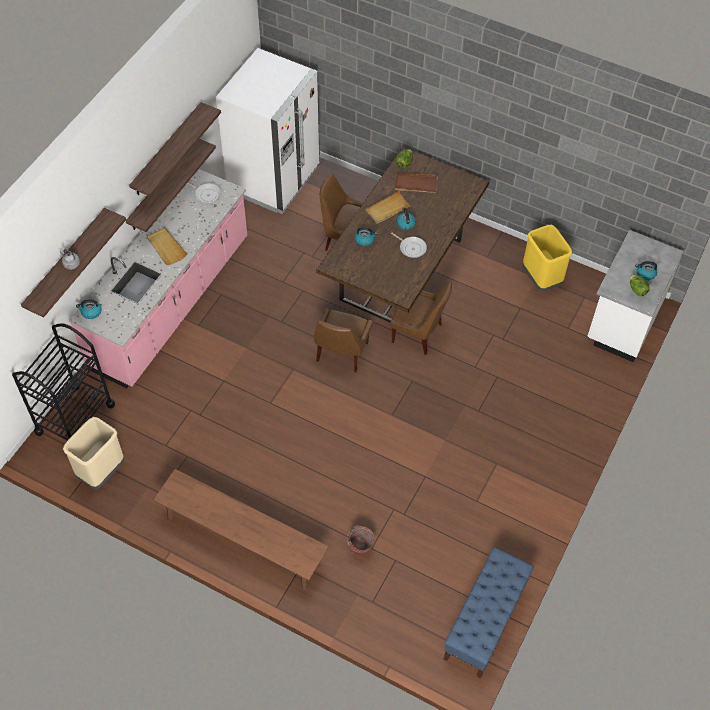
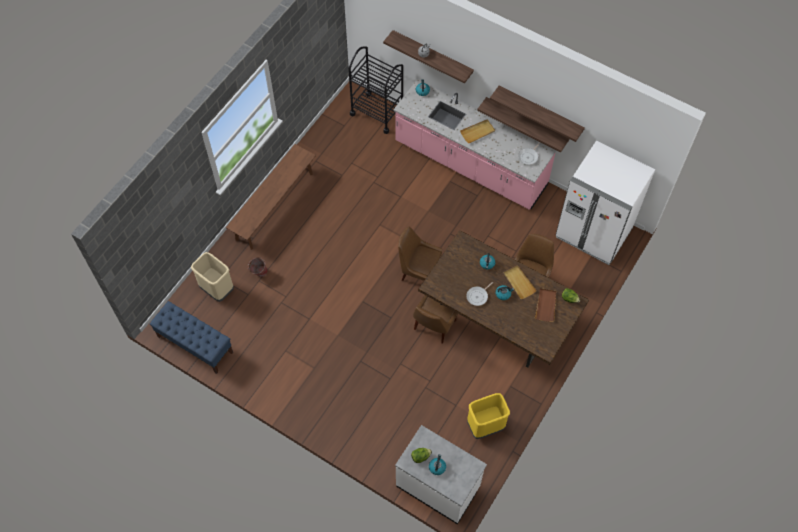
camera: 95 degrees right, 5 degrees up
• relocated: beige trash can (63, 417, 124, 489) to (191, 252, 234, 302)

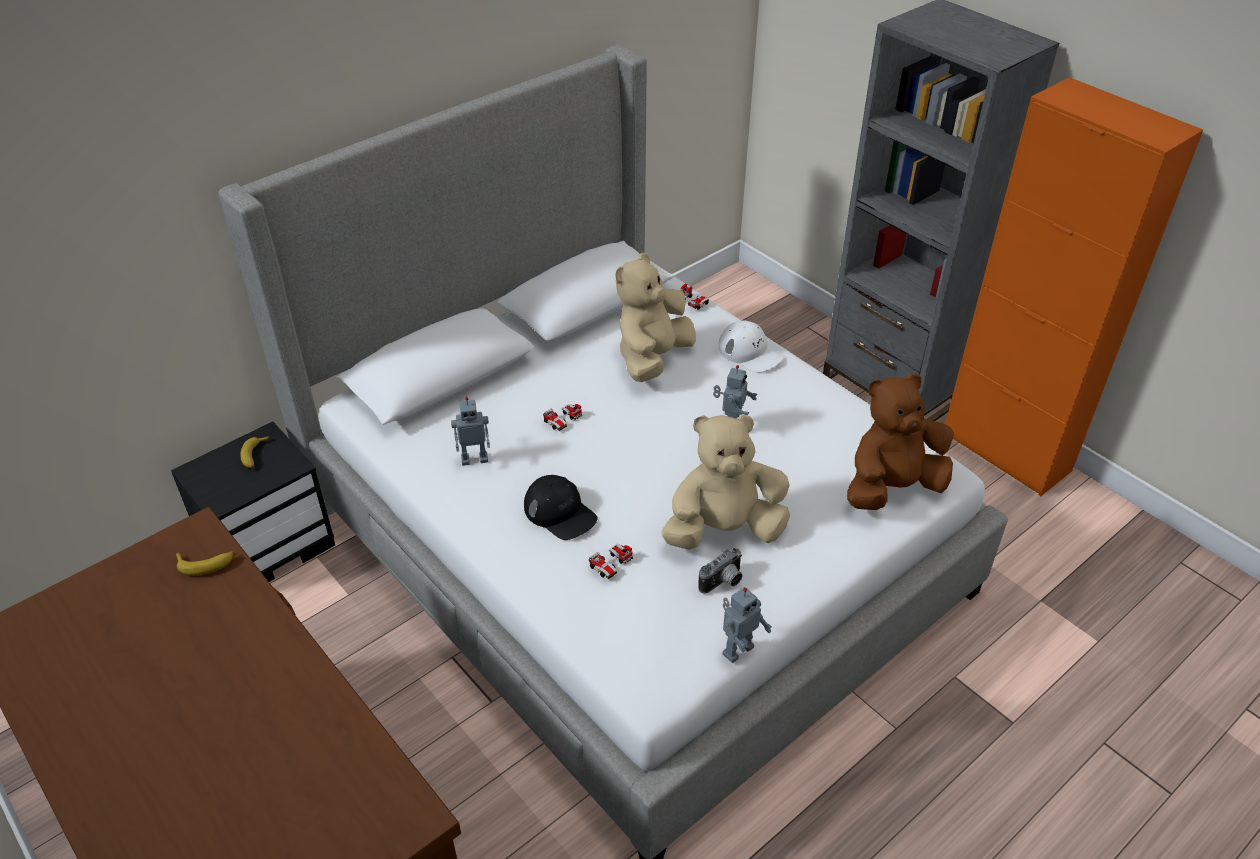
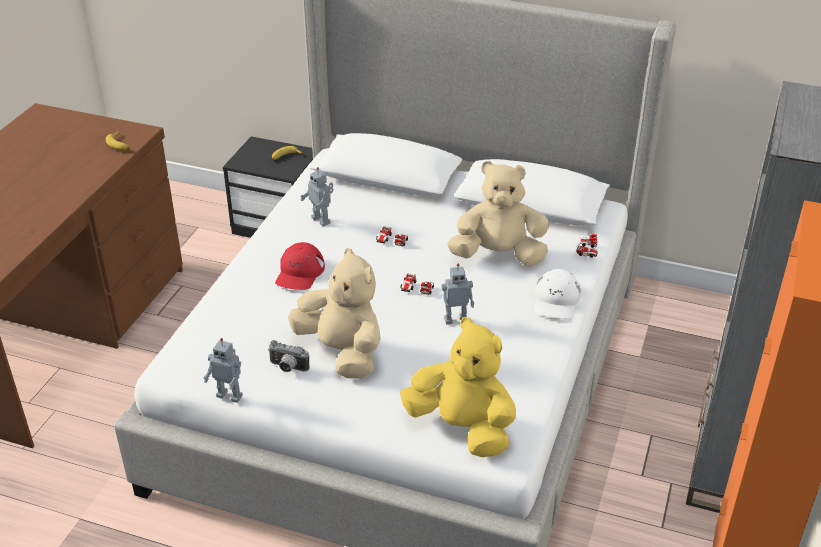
camera: 60 degrees right, 5 degrees down
• colour: black cap (524, 475, 598, 540) to red cap (275, 242, 325, 290)
• relocated: toy car (589, 544, 633, 579) to (401, 273, 434, 295)
• colour: brown plush toy (847, 373, 954, 510) to yellow plush toy (400, 317, 516, 457)

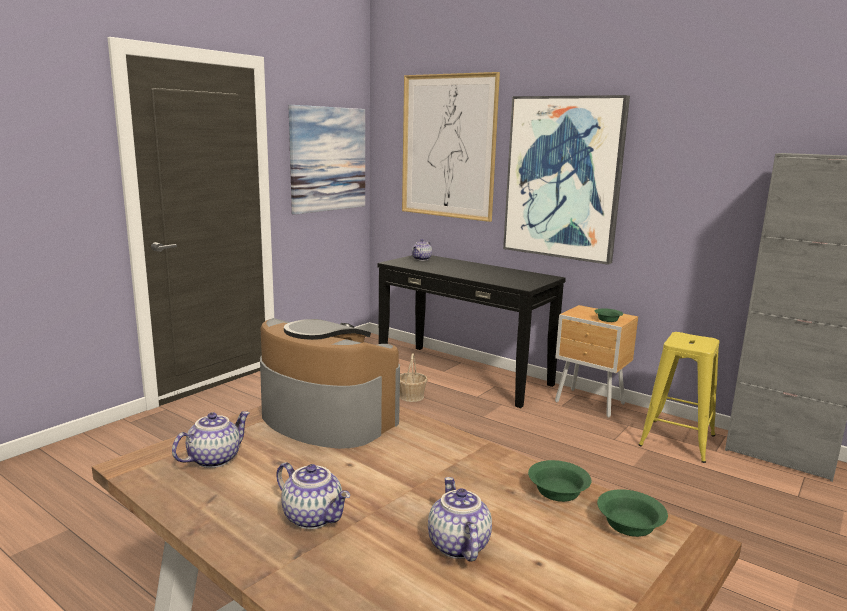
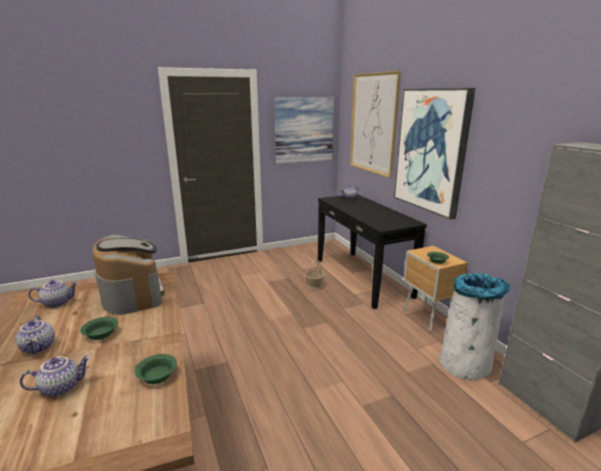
camera: 30 degrees right, 5 degrees up
• spun: teapot (428, 477, 492, 562) = (20, 356, 91, 397) 45 degrees clockwise
• relocated: green bowl (597, 489, 668, 537) to (80, 317, 118, 340)
• exchanged: yellow stool (639, 332, 719, 463) to white trash can (440, 273, 511, 380)

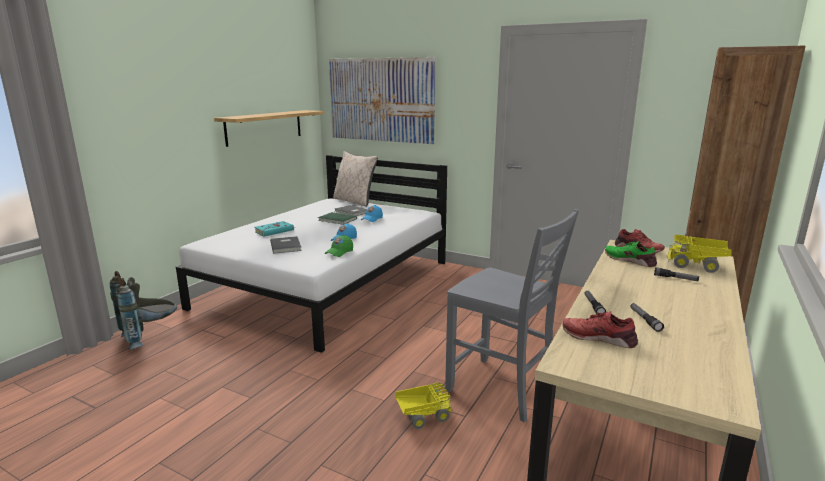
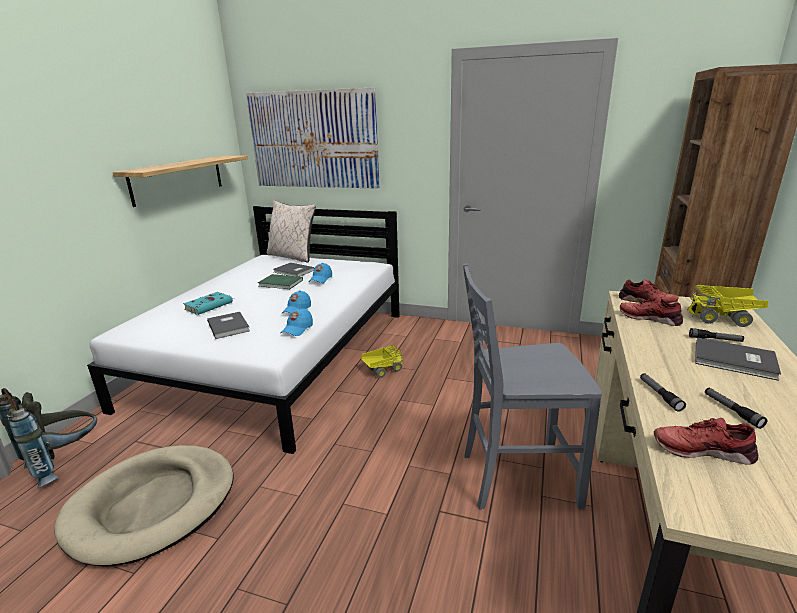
camera: 10 degrees left, 5 degrees up
• colour: green cap (324, 235, 353, 257) to blue cap (281, 308, 313, 336)
• relocated: toy truck (395, 383, 452, 429) to (361, 345, 403, 378)
• spun: grey chair (445, 209, 579, 422) = (463, 263, 602, 509) 150 degrees clockwise
• colour: green shoe (605, 241, 657, 267) to red shoe (620, 297, 683, 326)
• appeared: beige dog bed (54, 445, 234, 566)
• appeared: grey book (695, 337, 781, 381)

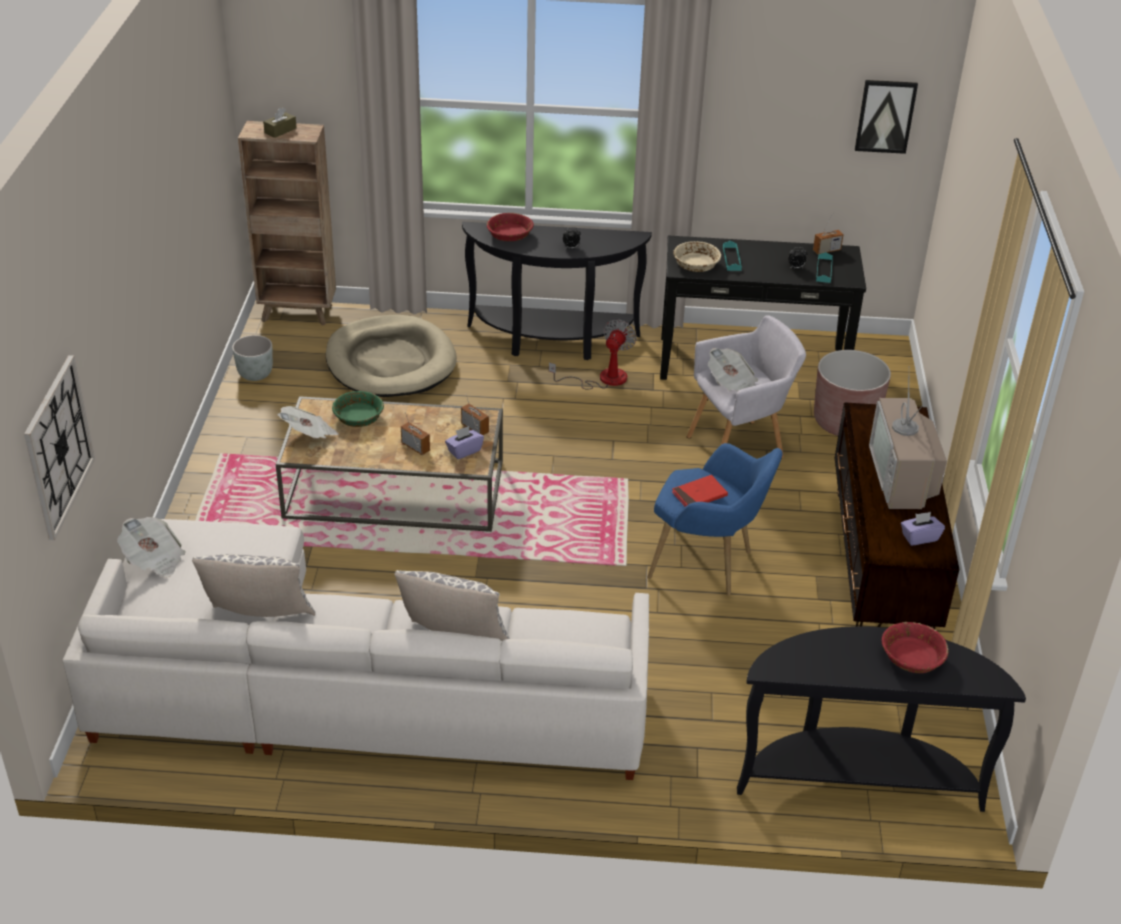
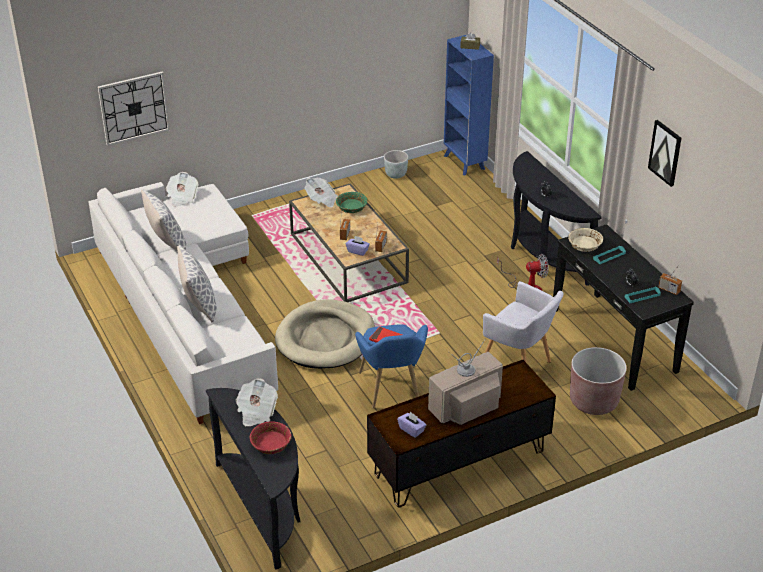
camera: 60 degrees right, 0 degrees up
• colour: brown bookcase (238, 121, 336, 326) to blue bookcase (444, 34, 494, 175)
• relocated: beige dog bed (326, 315, 457, 397) to (275, 299, 375, 369)
• missing: red bowl (487, 213, 534, 241)
• relocated: newspaper (708, 348, 758, 392) to (236, 379, 278, 426)
• relocated: picture (855, 80, 918, 154) to (648, 120, 682, 187)

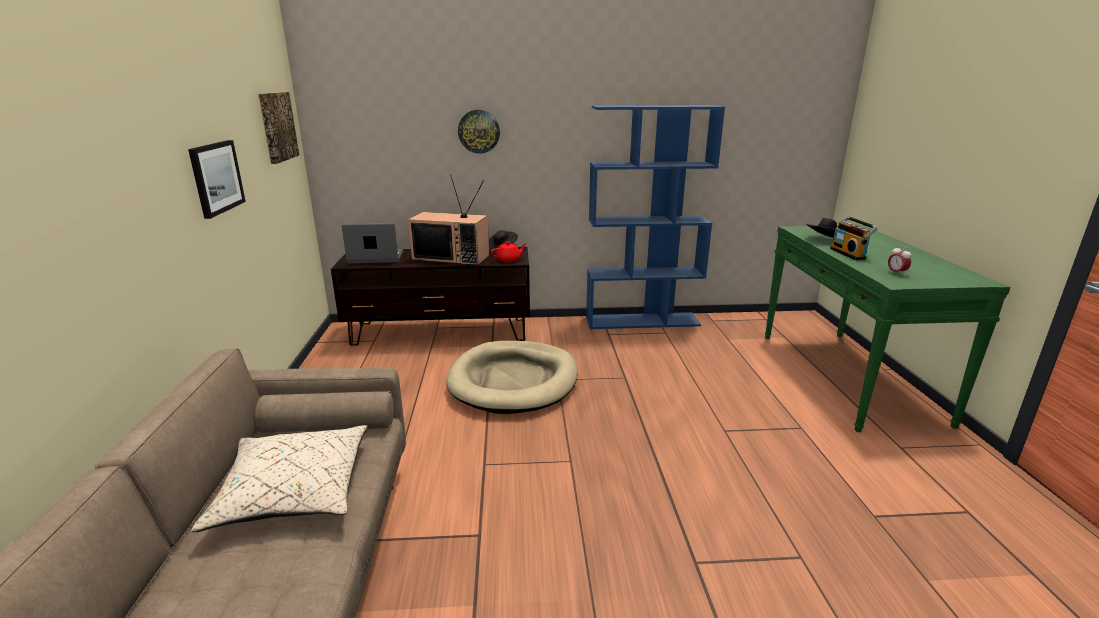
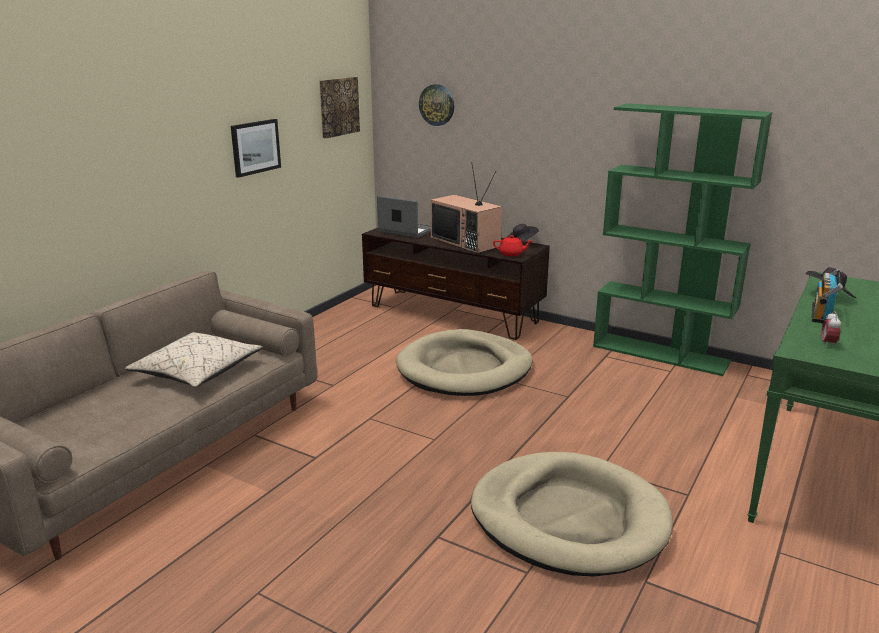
camera: 35 degrees right, 0 degrees up
• relocated: wall clock (458, 110, 500, 154) to (419, 84, 454, 126)
• colour: blue bookcase (586, 105, 725, 329) to green bookcase (593, 103, 772, 376)
• appeared: beige dog bed (471, 452, 673, 577)

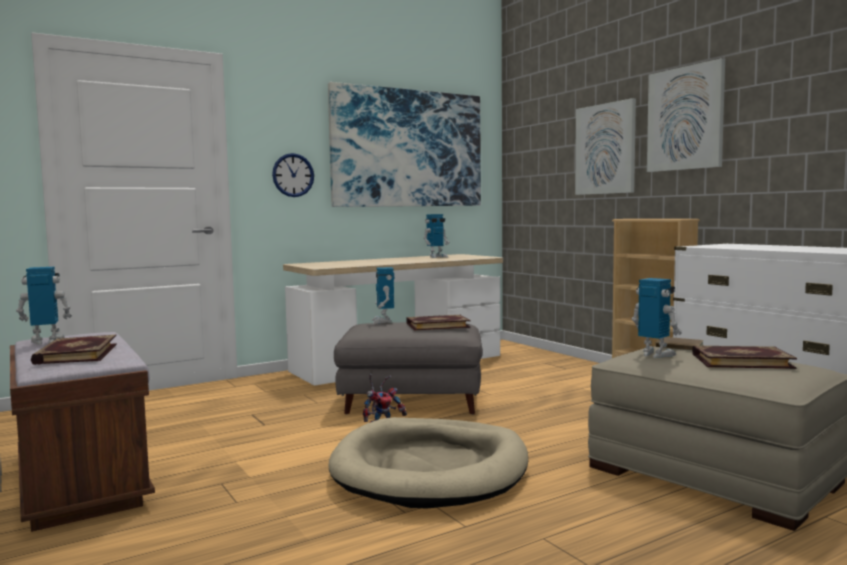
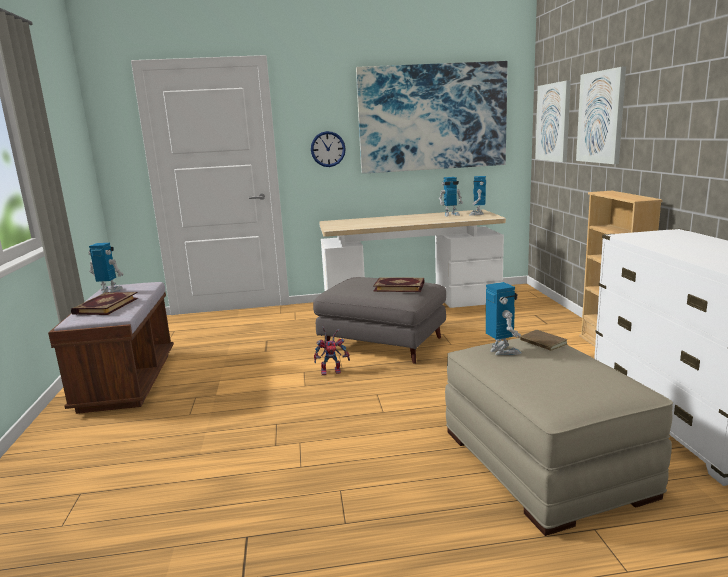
camera: 25 degrees right, 10 degrees up
• missing: beige dog bed (329, 417, 528, 509)
• relocated: toy robot (371, 267, 394, 324) to (470, 176, 486, 216)
• relocated: picture (647, 58, 725, 172) to (535, 80, 571, 162)
• missing: book (692, 346, 797, 369)

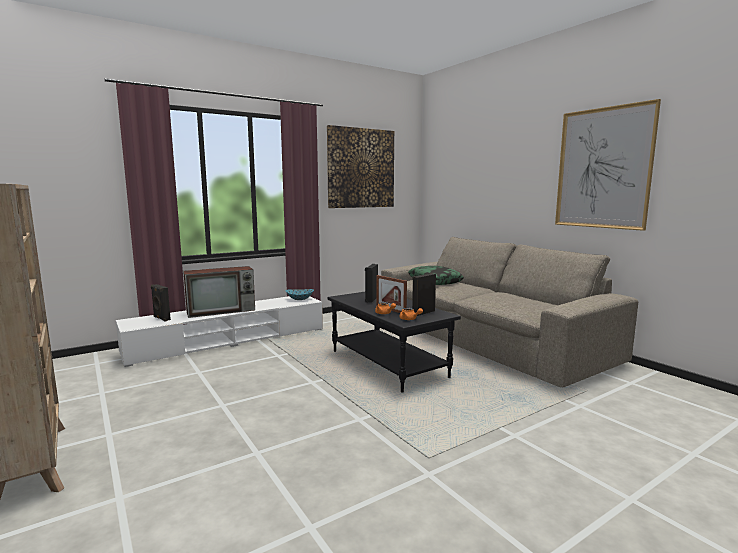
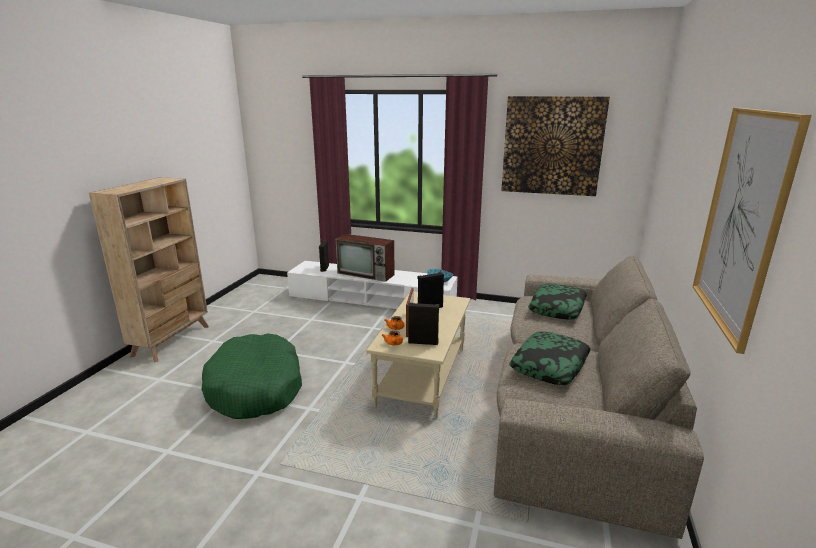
camera: 50 degrees right, 10 degrees up
• colour: black coffee table (328, 292, 461, 393) to beige coffee table (366, 292, 470, 419)
• appeared: green dog bed (201, 333, 302, 419)
• appeared: pillow (509, 331, 591, 385)

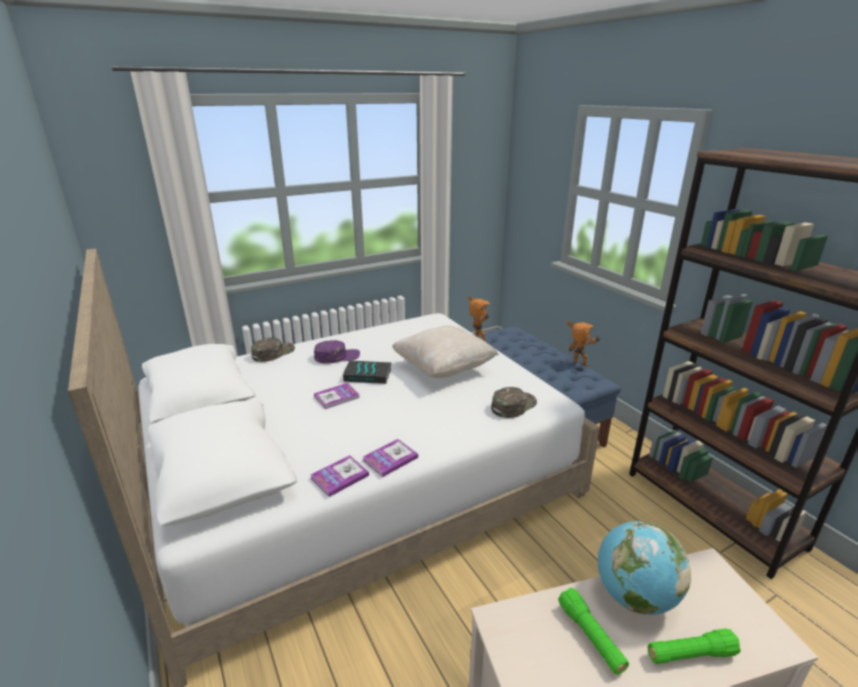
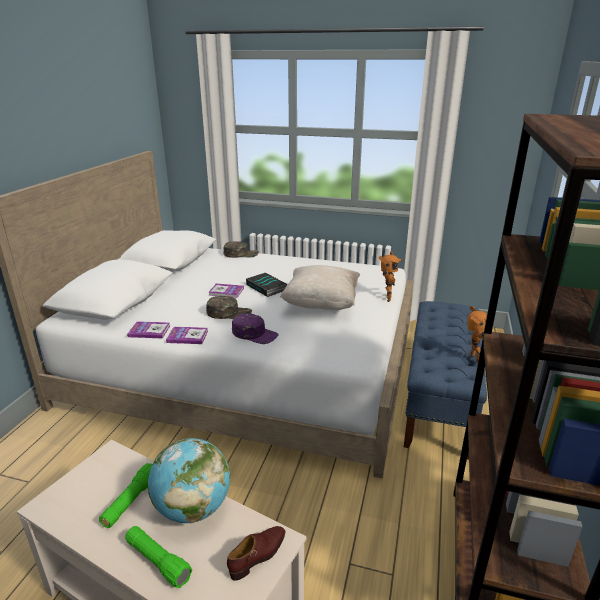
camera: 45 degrees right, 0 degrees up
• relocated: purple cap (314, 340, 360, 364) to (232, 313, 279, 344)
• relocated: green cap (491, 387, 537, 418) to (206, 296, 252, 319)
• appeared: brown shoe (227, 526, 285, 581)

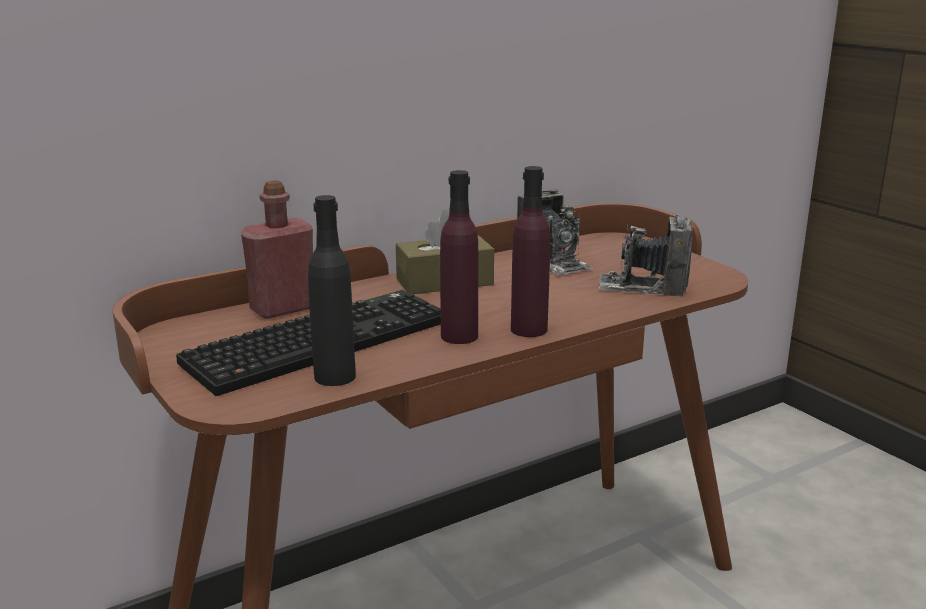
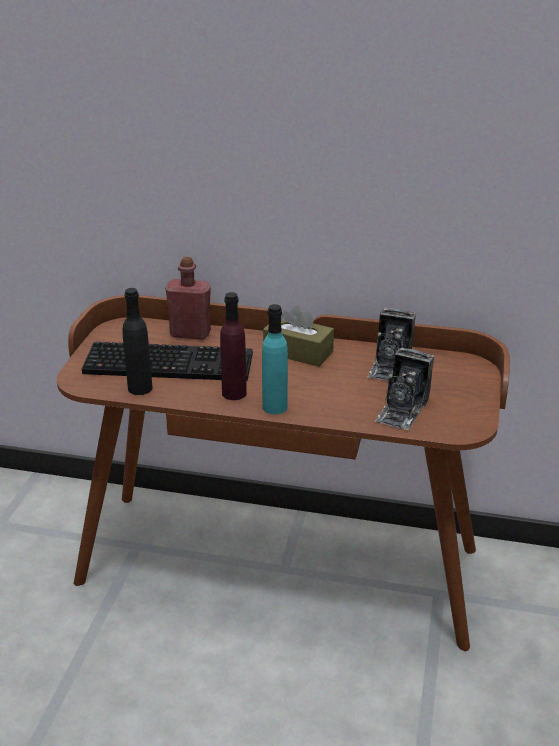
camera: 45 degrees right, 10 degrees up
• colour: purple bottle (511, 166, 550, 337) to turquoise bottle (262, 304, 288, 414)
• spun: photo camera (599, 215, 693, 296) = (375, 348, 434, 430) 120 degrees counterclockwise

